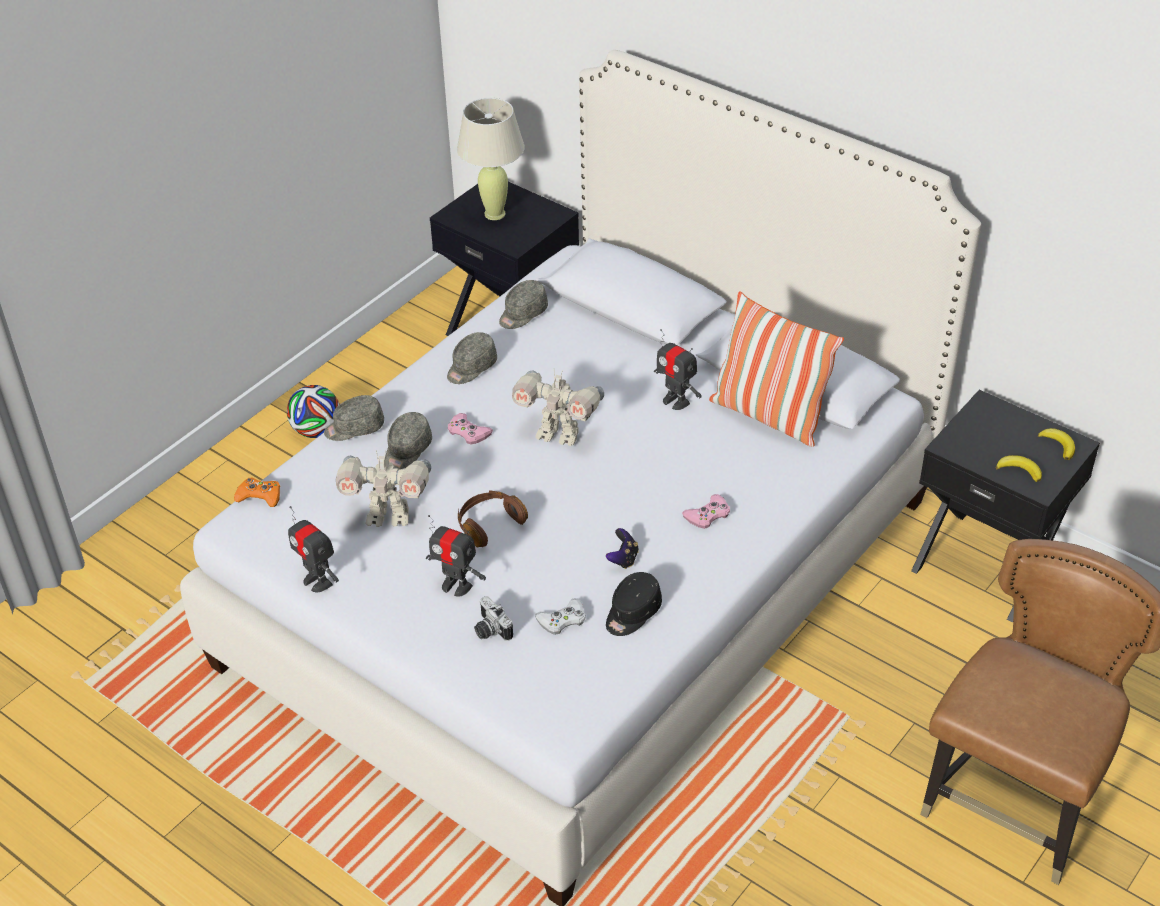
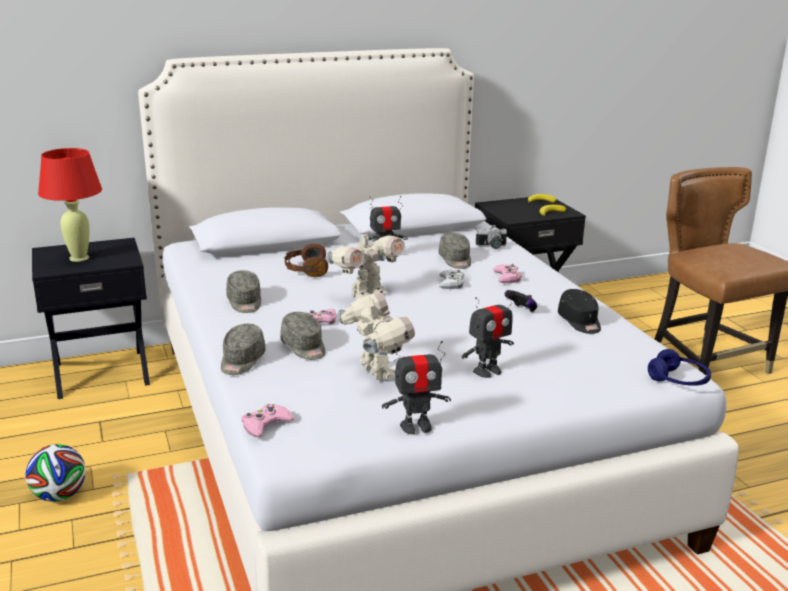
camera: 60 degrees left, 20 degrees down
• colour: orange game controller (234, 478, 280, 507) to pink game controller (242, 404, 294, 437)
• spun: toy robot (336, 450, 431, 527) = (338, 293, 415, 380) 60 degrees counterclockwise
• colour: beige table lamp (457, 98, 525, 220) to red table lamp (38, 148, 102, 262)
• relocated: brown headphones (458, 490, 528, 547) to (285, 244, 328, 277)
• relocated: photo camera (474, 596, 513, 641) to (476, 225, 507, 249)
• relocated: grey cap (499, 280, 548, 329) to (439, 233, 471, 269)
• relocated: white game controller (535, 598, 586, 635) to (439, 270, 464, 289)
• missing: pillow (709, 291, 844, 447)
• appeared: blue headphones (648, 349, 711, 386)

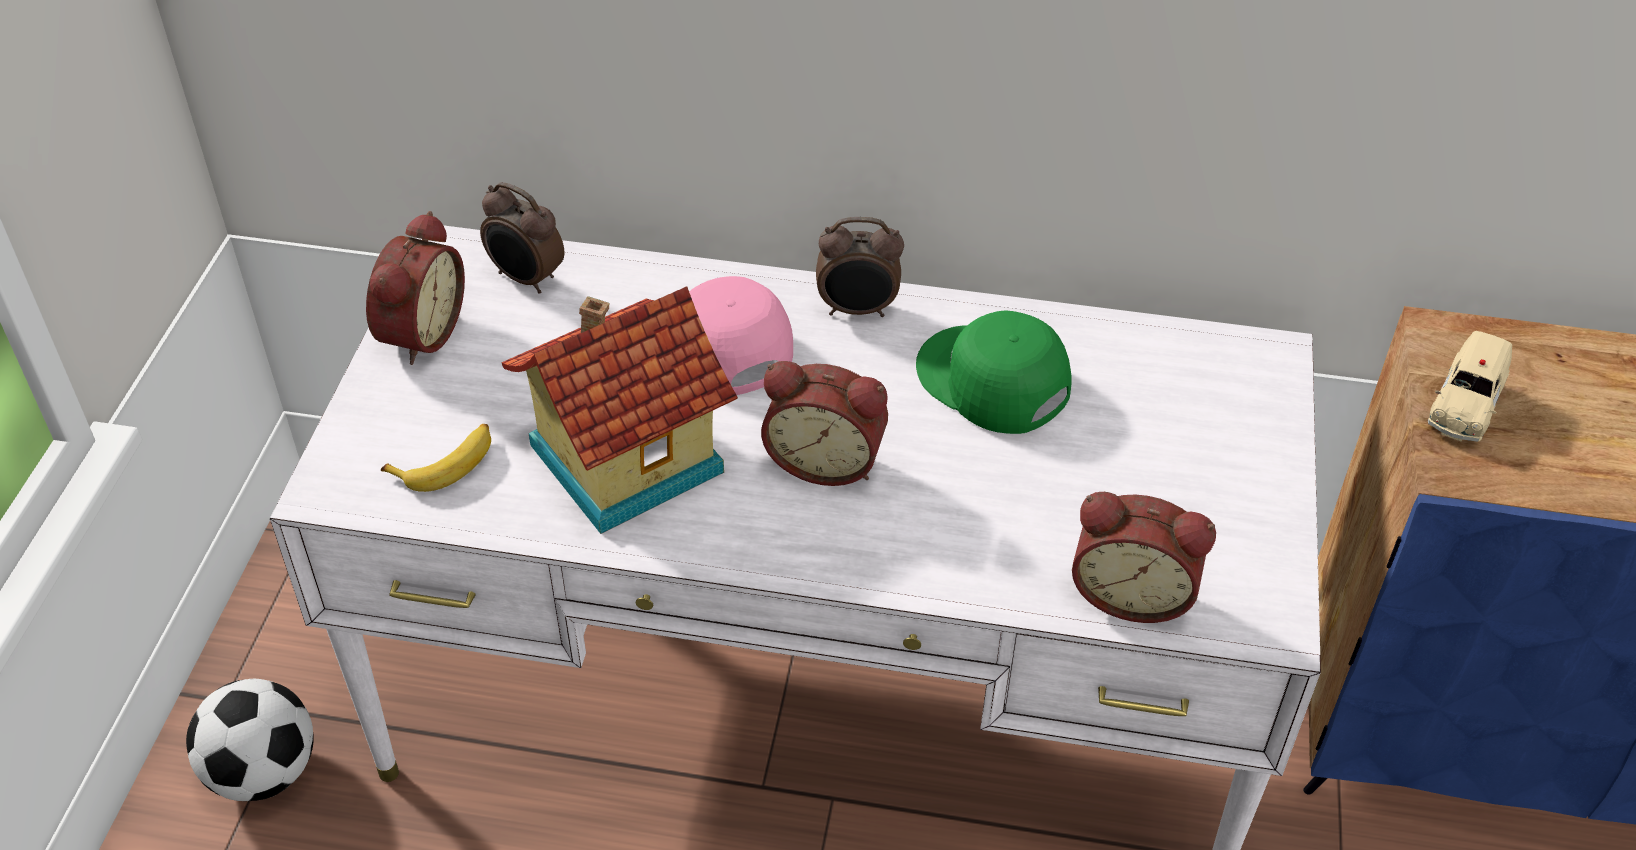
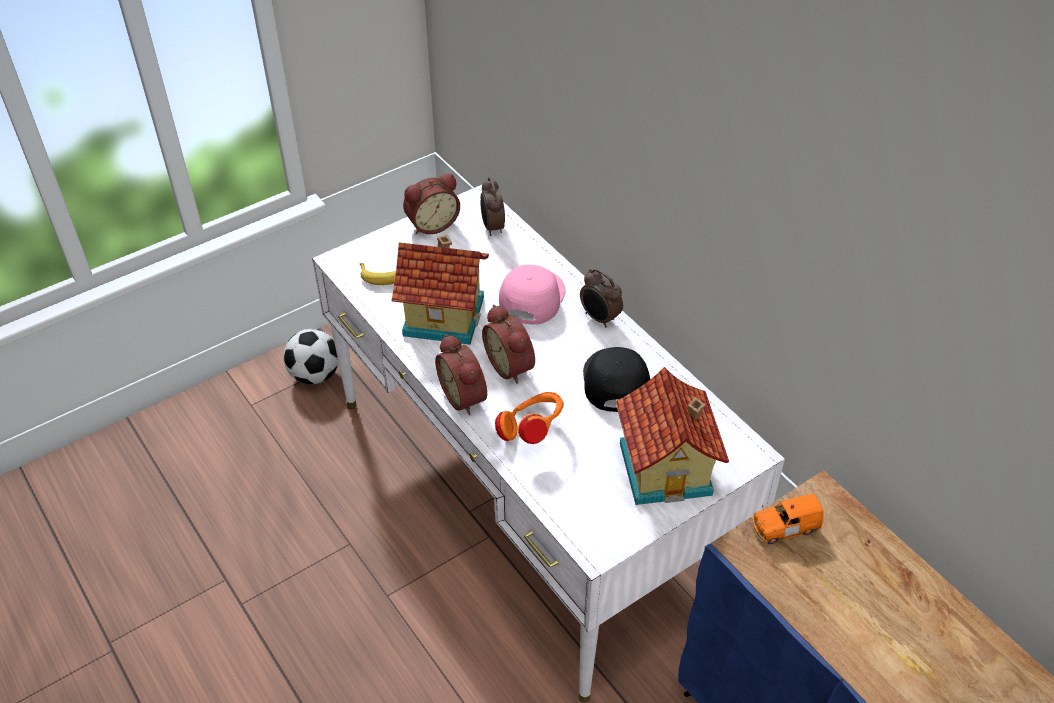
camera: 45 degrees right, 0 degrees up
• colour: green cap (916, 310, 1071, 434) to black cap (583, 347, 650, 412)
• relocated: alarm clock (1072, 492, 1216, 623) to (435, 334, 487, 415)
• colour: beige toy car (1428, 331, 1512, 442) to orange toy car (753, 494, 824, 544)
• appeared: orange headphones (495, 392, 564, 444)
• appeared: toy house (615, 367, 729, 505)

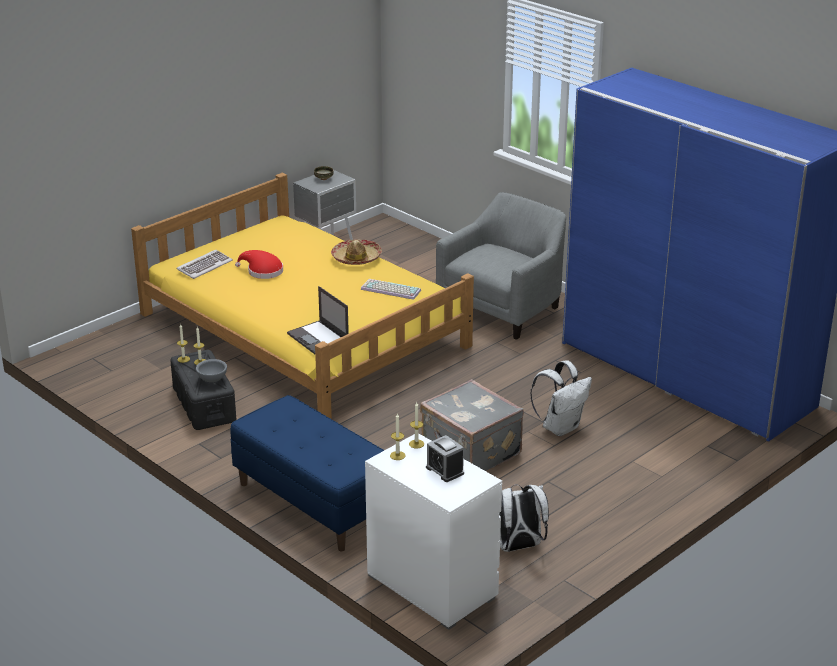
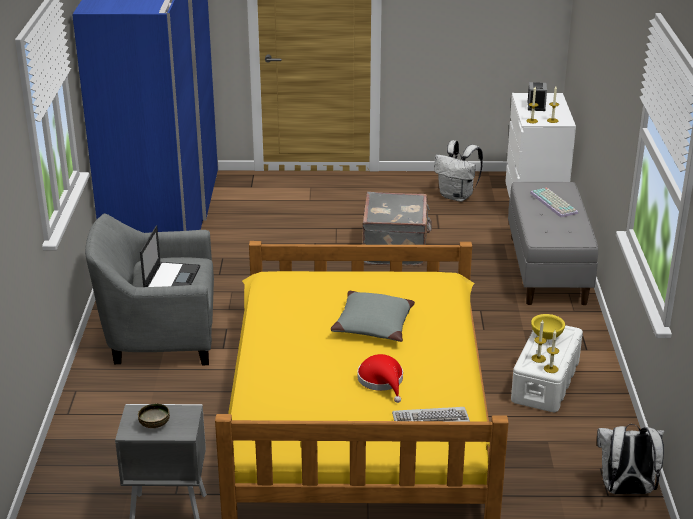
camera: 135 degrees left, 0 degrees up
• colour: black storage box (170, 350, 236, 430) to white storage box (511, 325, 583, 412)
• colour: grey bowl (196, 359, 227, 382) to yellow bowl (531, 314, 565, 340)
• colour: blue bench (230, 395, 384, 551) to grey bench (508, 182, 598, 305)
• relocated: laptop (287, 286, 349, 354) to (140, 225, 200, 287)
• missing: hat (331, 239, 382, 265)
• relocated: keyboard (361, 279, 421, 300) to (530, 187, 578, 218)
• relocated: white backpack (530, 360, 592, 436) to (597, 424, 664, 494)
• appeared: grey pillow (331, 291, 415, 342)

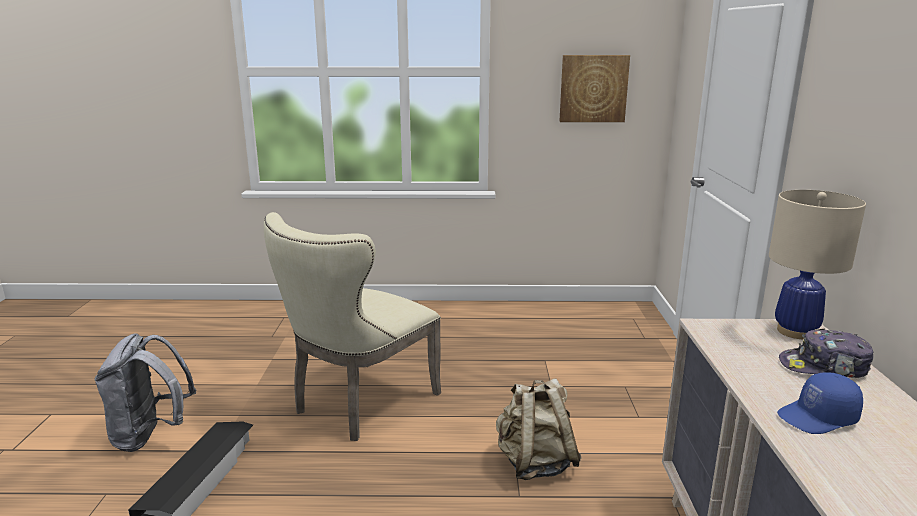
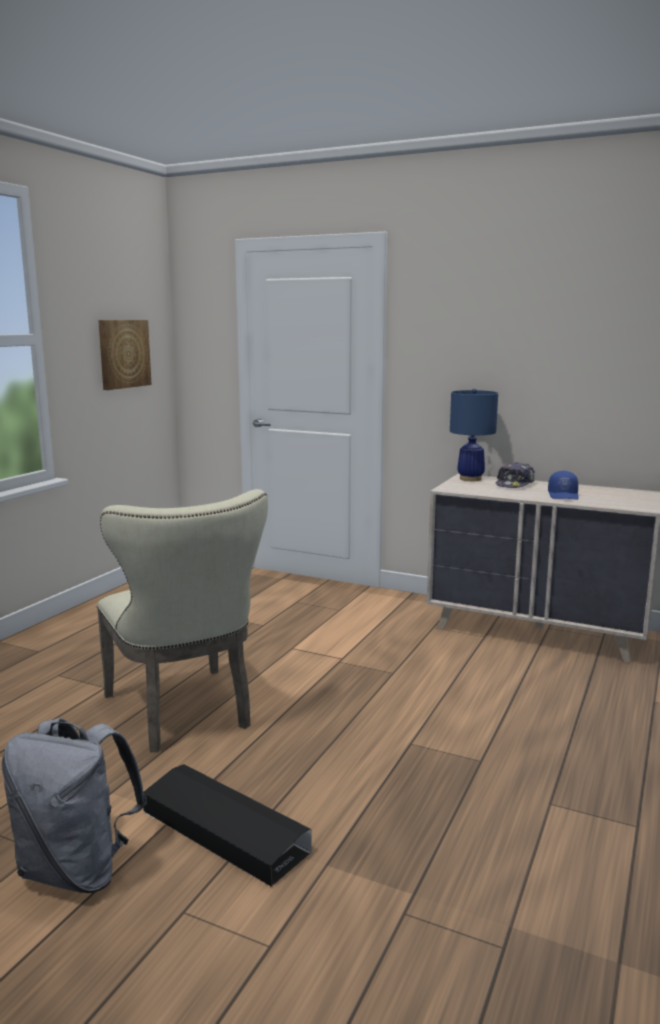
camera: 65 degrees left, 5 degrees down
• missing: beige backpack (496, 378, 582, 480)
• colour: beige table lamp (769, 190, 866, 340) to blue table lamp (450, 388, 498, 481)

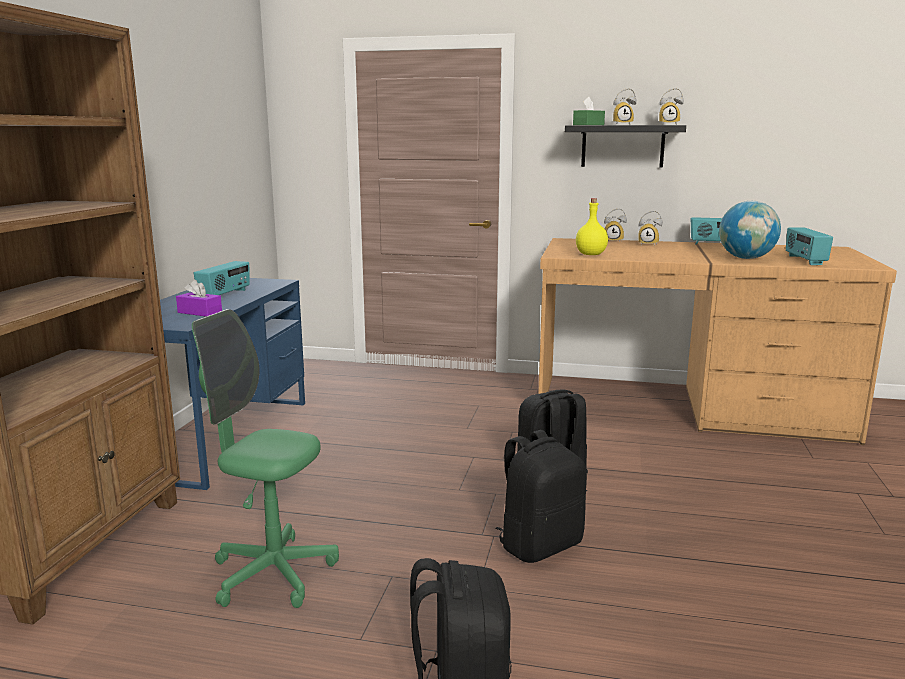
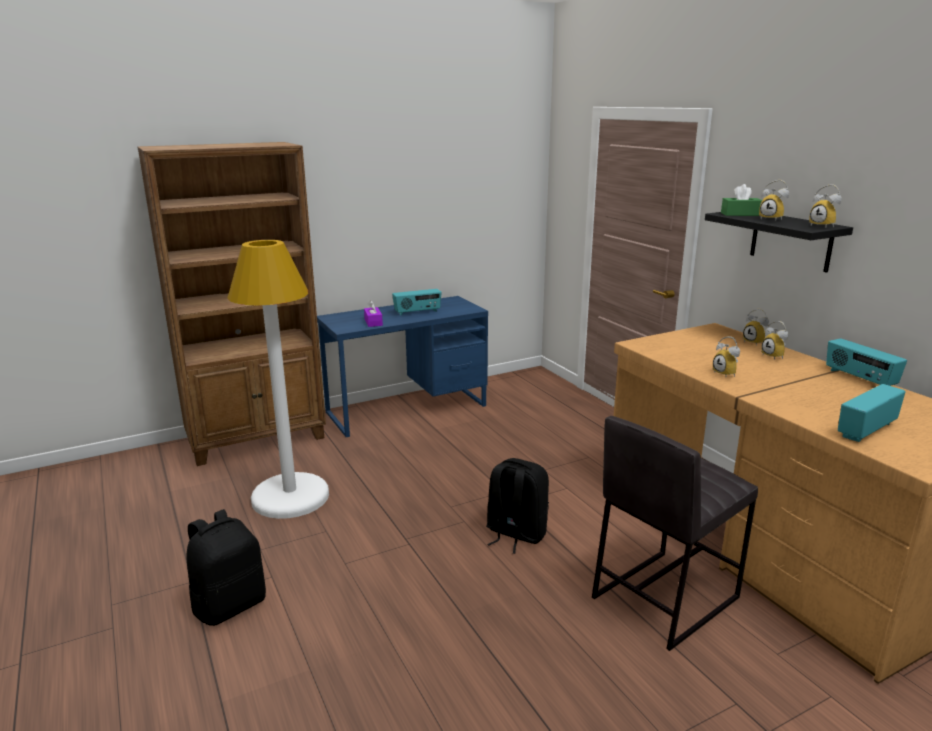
camera: 50 degrees right, 5 degrees up
• exchanged: green office chair (192, 309, 339, 608) to white floor lamp (227, 240, 329, 519)
• missing: black backpack (495, 430, 587, 563)
• missing: yellow bottle (576, 198, 608, 255)
• missing: globe (719, 201, 781, 259)
• appeared: grey stool (592, 416, 758, 651)
• appeared: alarm clock (713, 336, 740, 377)

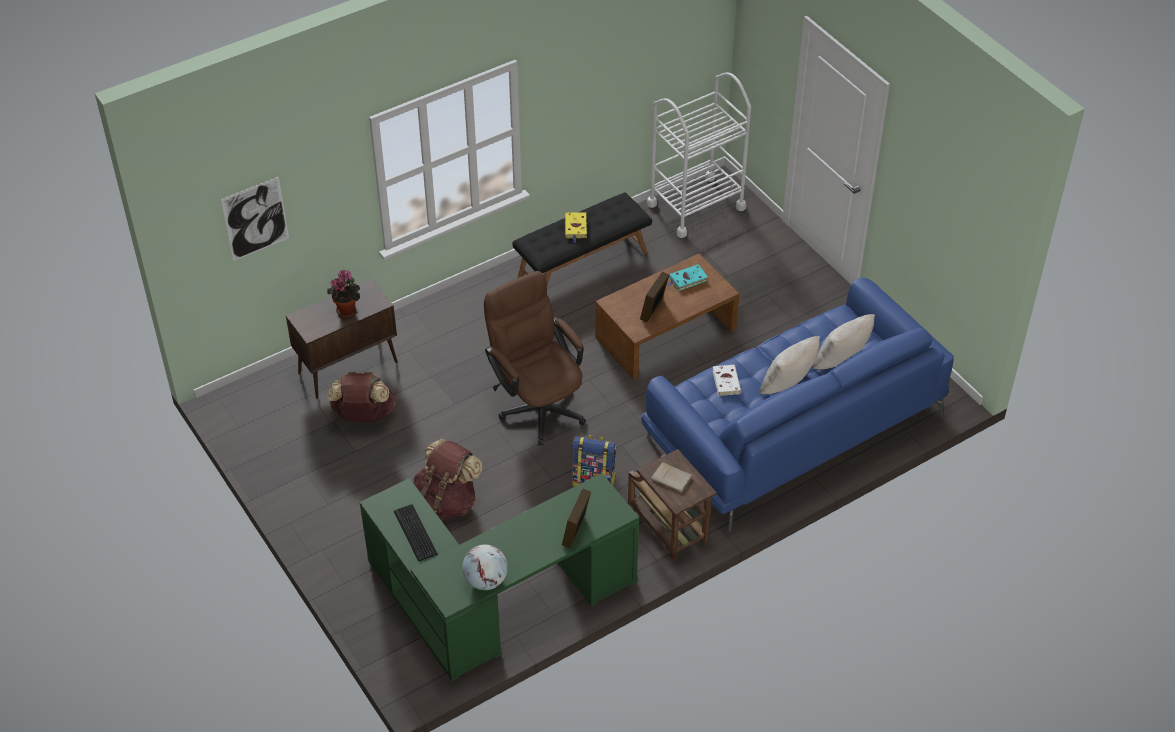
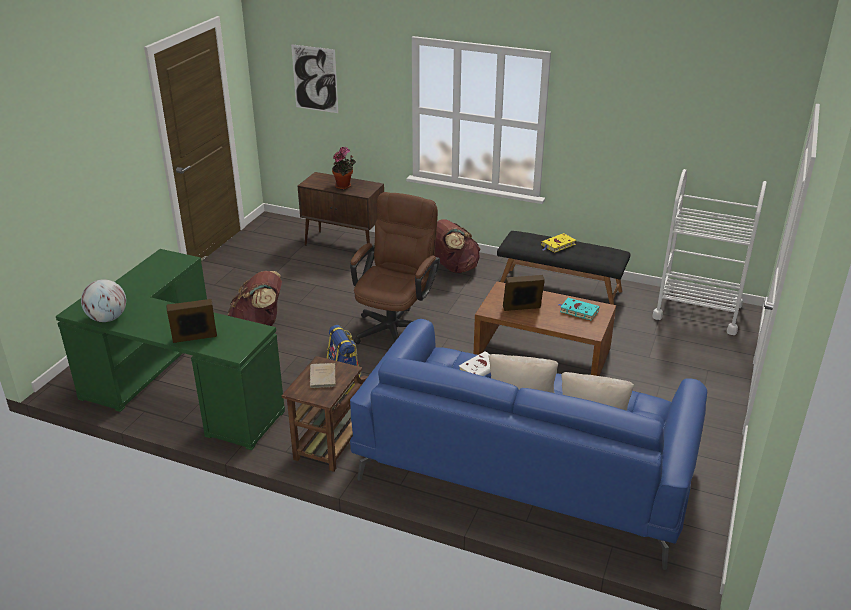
camera: 55 degrees right, 15 degrees down
• relocated: brown backpack (327, 371, 396, 422) to (434, 219, 481, 273)
• missing: keyboard (394, 504, 438, 562)

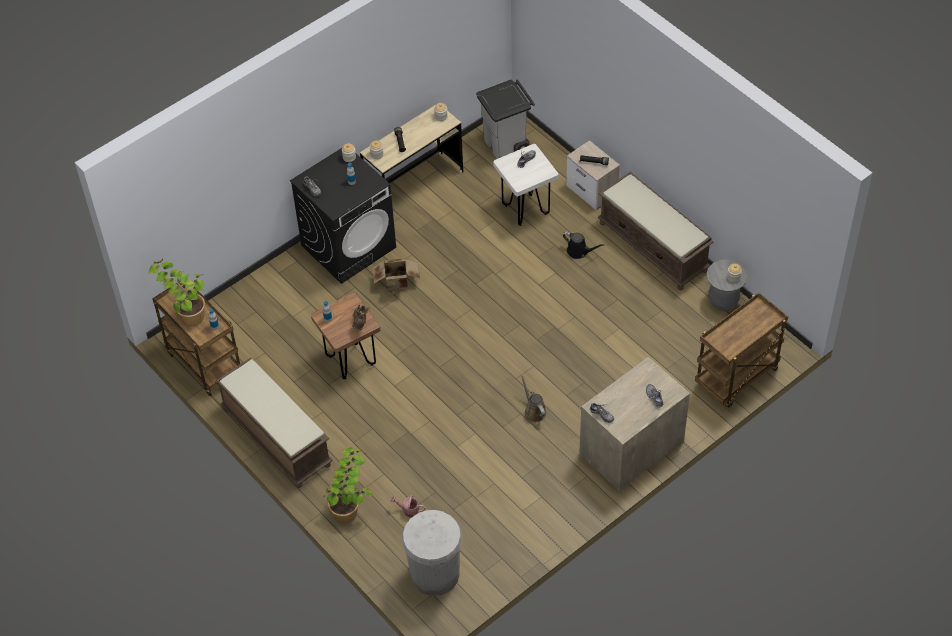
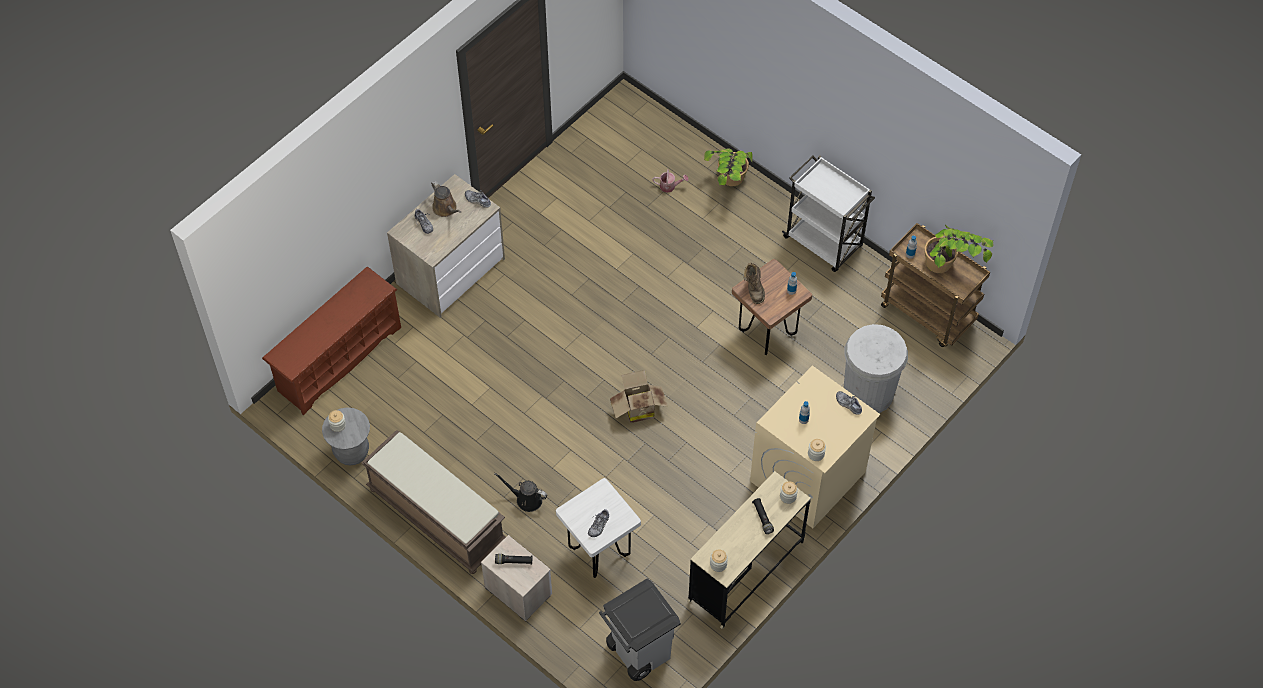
camera: 170 degrees right, 5 degrees up
• exchanged: brown bench (215, 358, 333, 488) to white cart (782, 156, 875, 272)
• colour: black washing machine (290, 148, 396, 284) to beige washing machine (750, 366, 880, 528)
• relocated: cardboard box (373, 258, 420, 290) to (610, 370, 668, 423)
• relocated: white trash can (401, 510, 463, 596) to (844, 324, 908, 413)
• relocated: brown watering can (521, 373, 547, 422) to (431, 181, 461, 217)
• exchanged: brown cart (695, 292, 788, 407) to brown shoe rack (262, 267, 401, 415)

